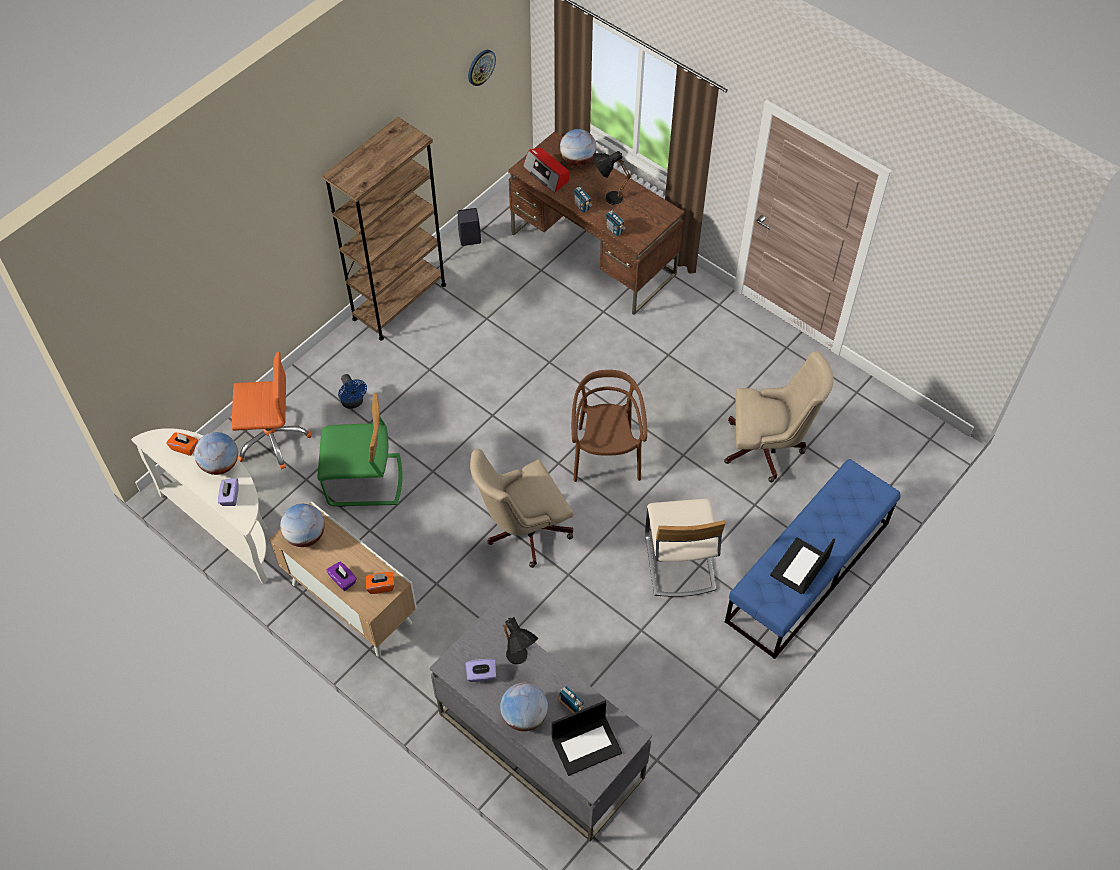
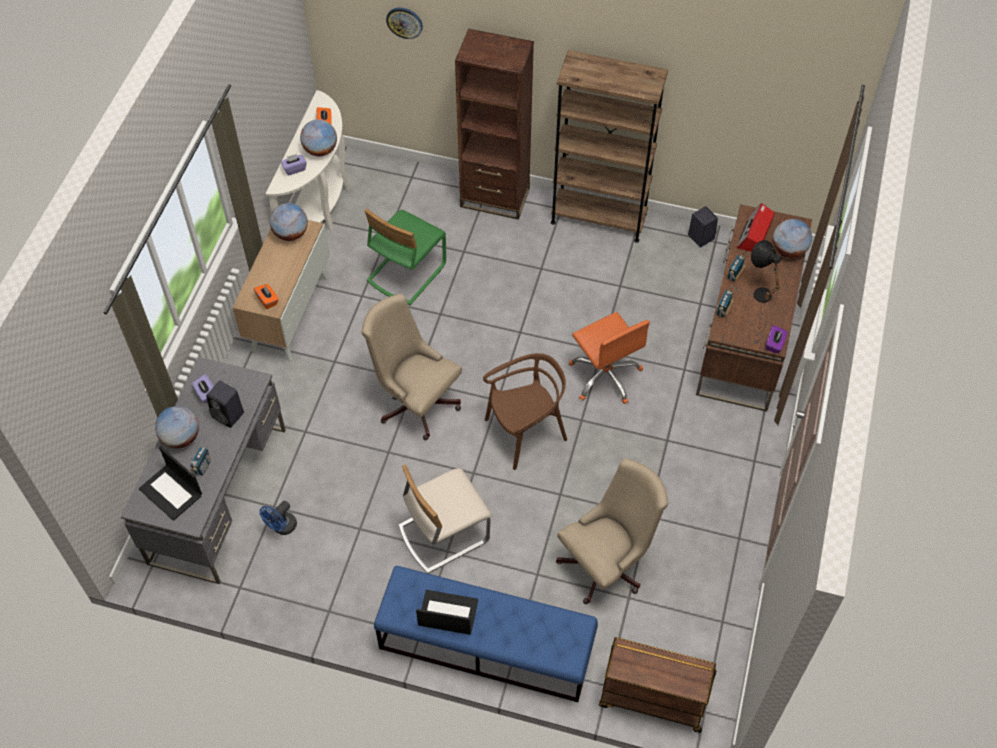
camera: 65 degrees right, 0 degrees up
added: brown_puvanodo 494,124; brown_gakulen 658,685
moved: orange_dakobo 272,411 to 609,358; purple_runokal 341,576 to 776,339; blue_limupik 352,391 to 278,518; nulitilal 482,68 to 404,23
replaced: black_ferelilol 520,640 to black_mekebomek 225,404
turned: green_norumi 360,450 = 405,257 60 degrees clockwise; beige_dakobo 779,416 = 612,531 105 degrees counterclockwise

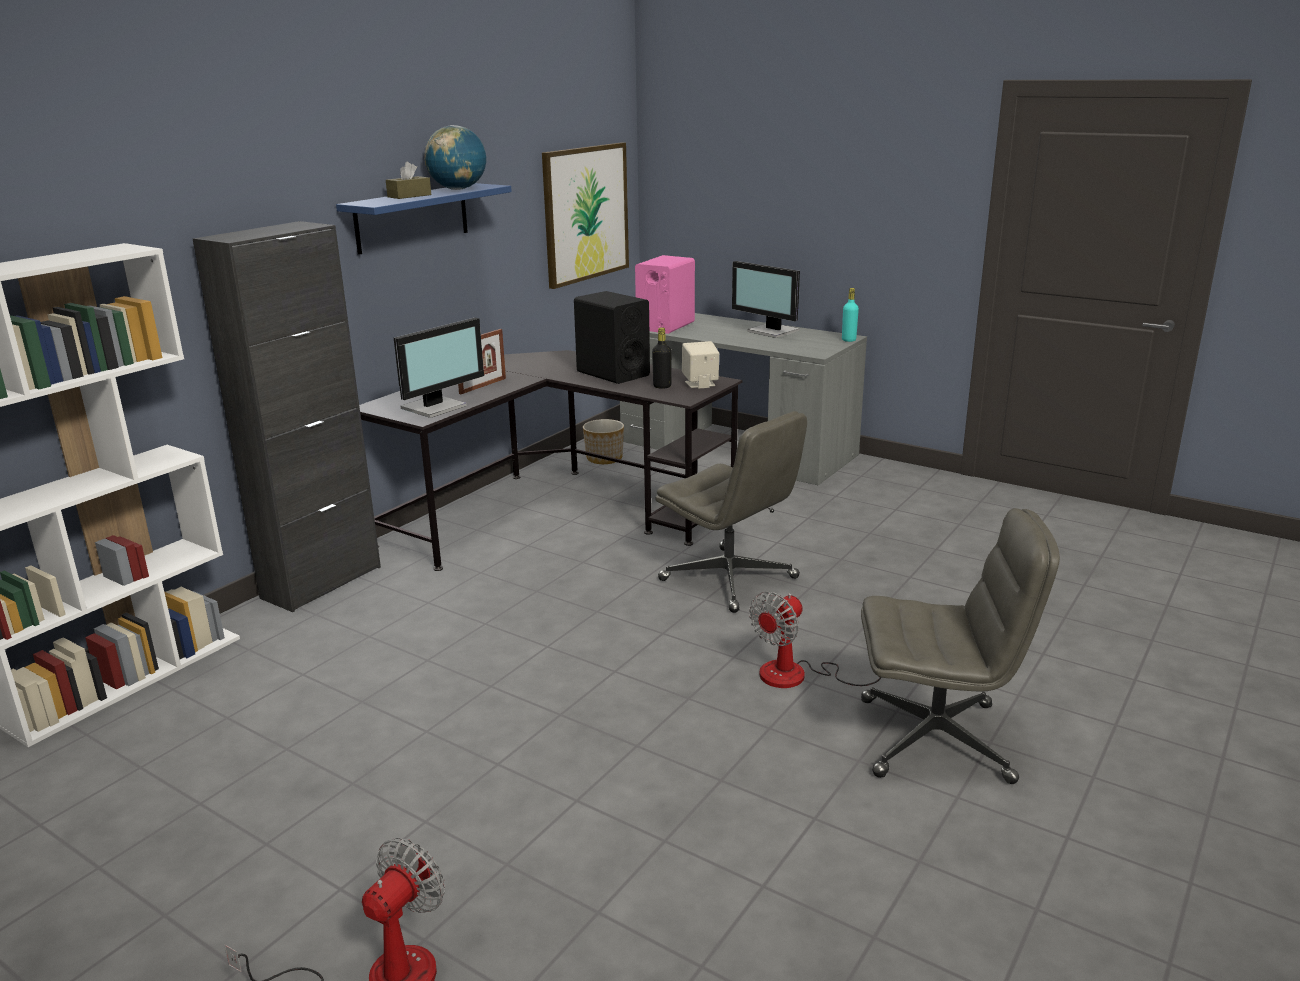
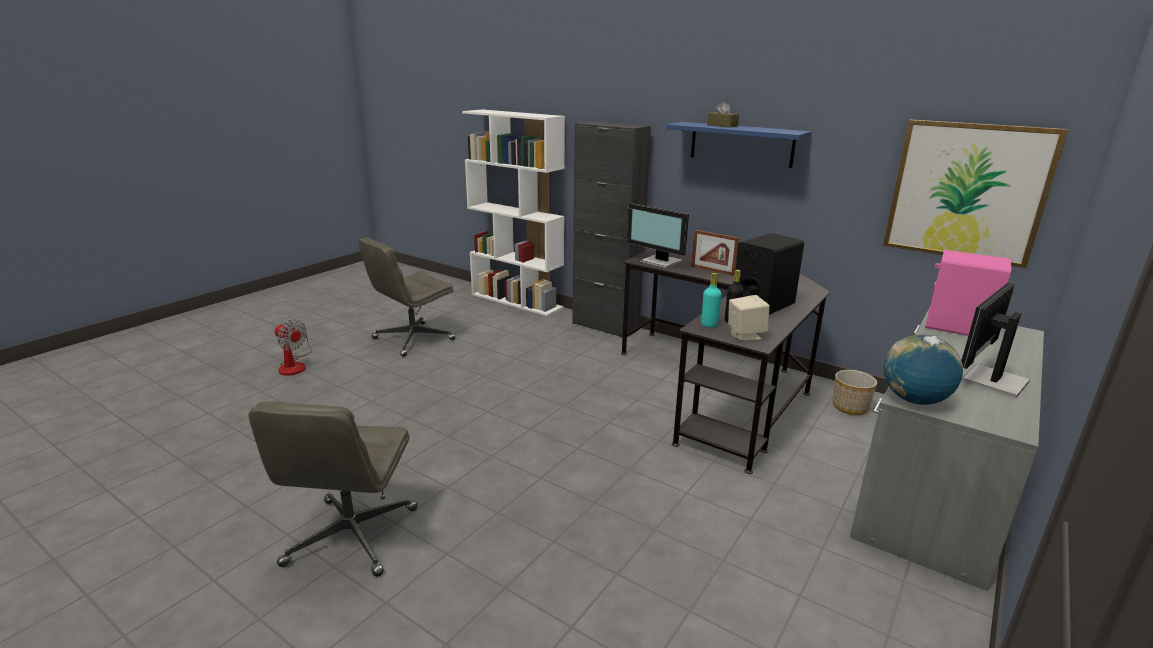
camera: 90 degrees right, 0 degrees up
removed: limupik 815,640
moved: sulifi 455,157 to 923,369; grey_dakobo 731,512 to 406,297; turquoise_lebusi 850,315 to 711,300

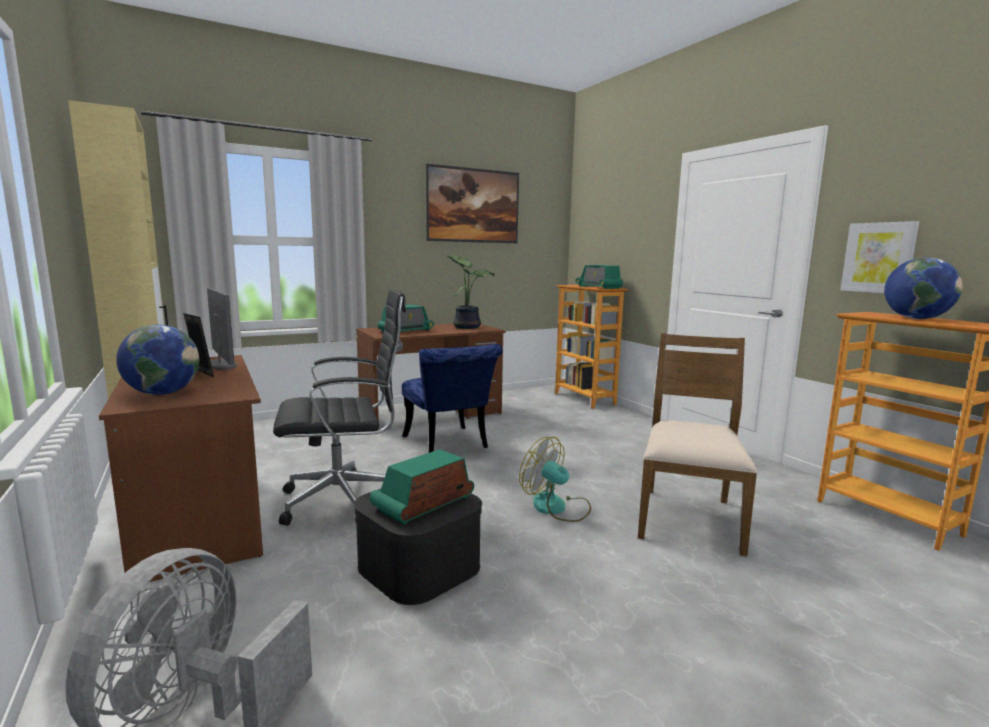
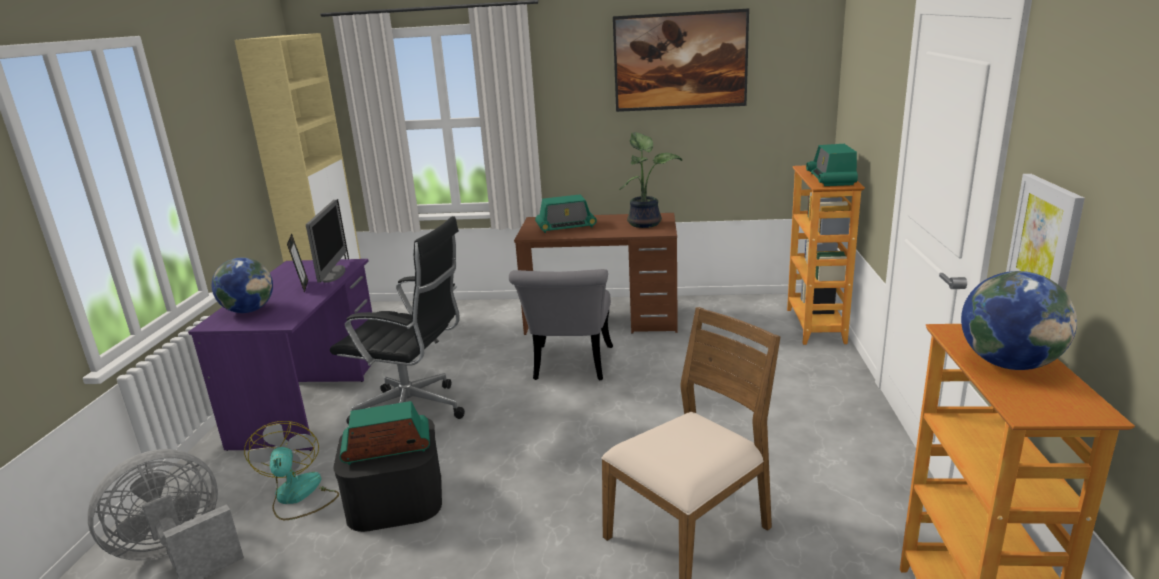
camera: 35 degrees right, 10 degrees up
moved: limupik 555,479 to 291,470
recoloured: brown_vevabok 181,468 to purple_vevabok 280,355; blue_norumi 452,398 to grey_norumi 561,324

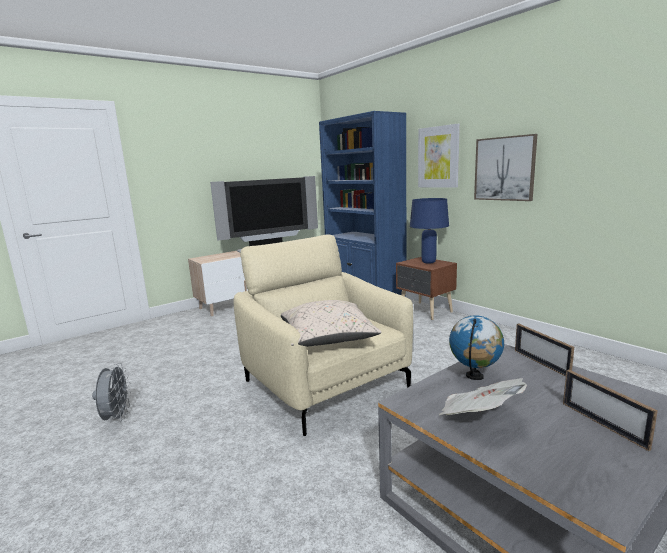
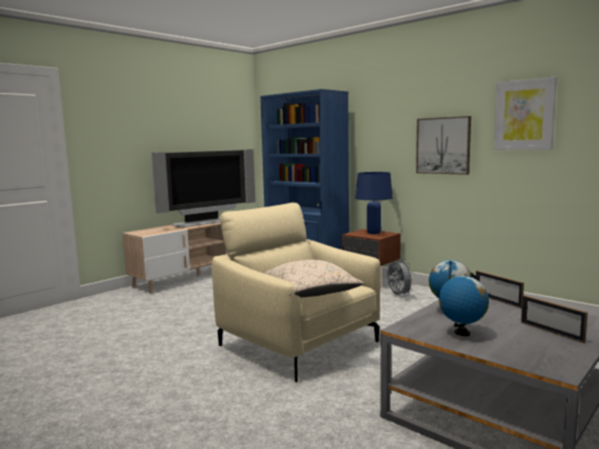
camera: 10 degrees left, 5 degrees down
moved: grey_limupik 111,393 to 401,277; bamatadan 439,156 to 525,113
replaced: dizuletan 483,396 to sulifi 464,304

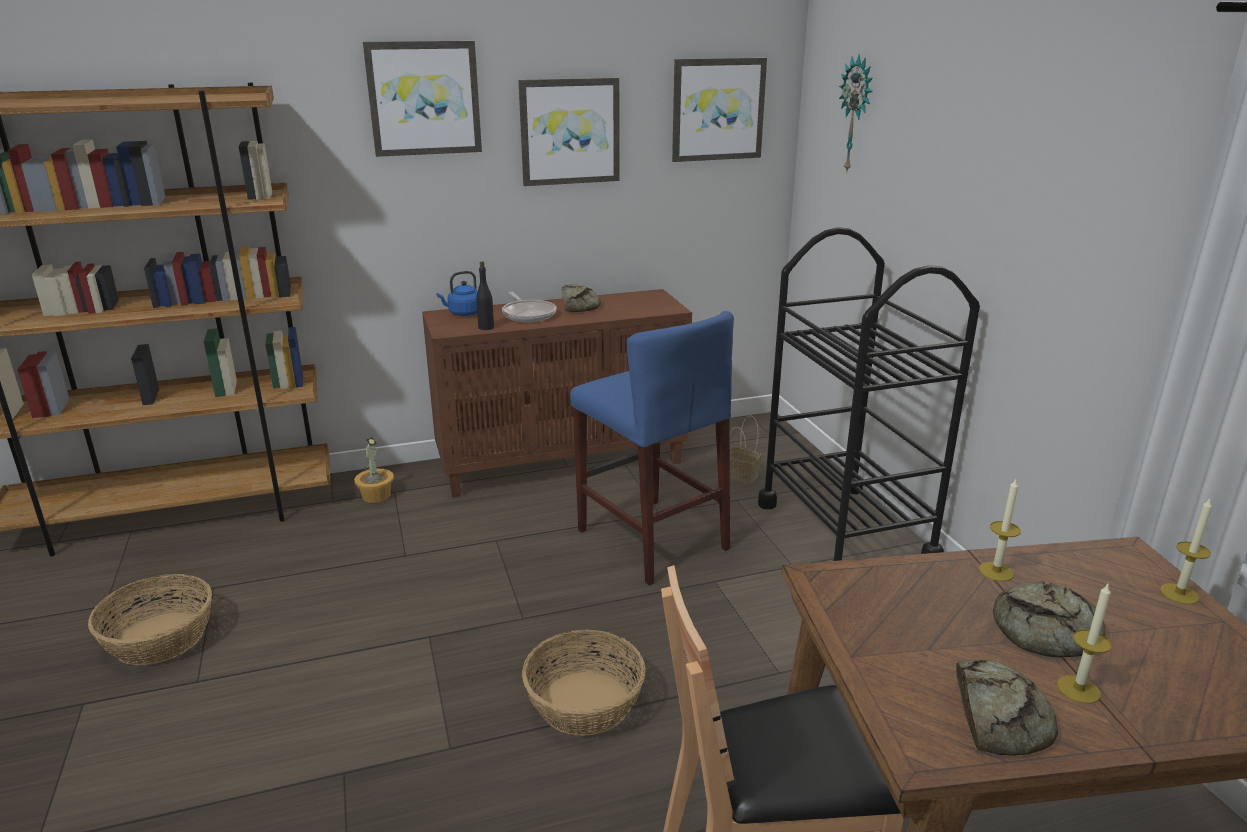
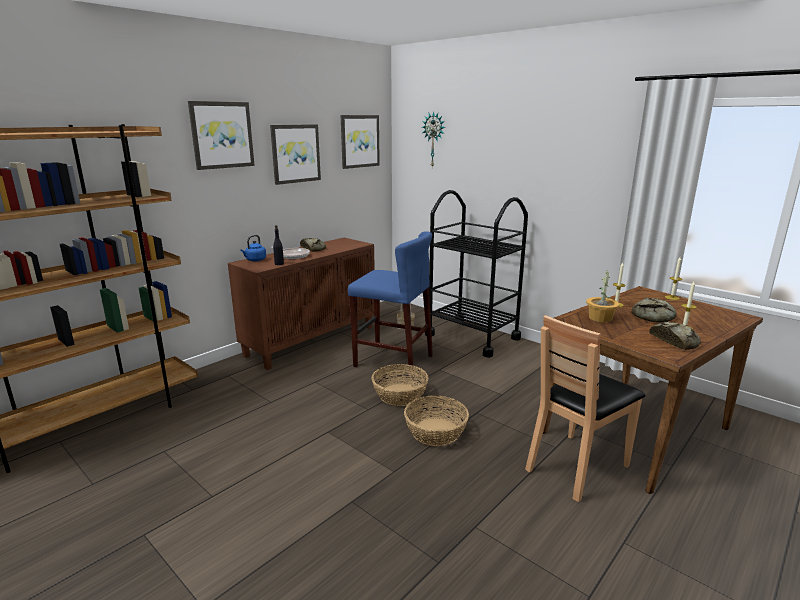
camera: 30 degrees left, 5 degrees down
moved: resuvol 150,619 to 400,385; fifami 374,470 to 602,296

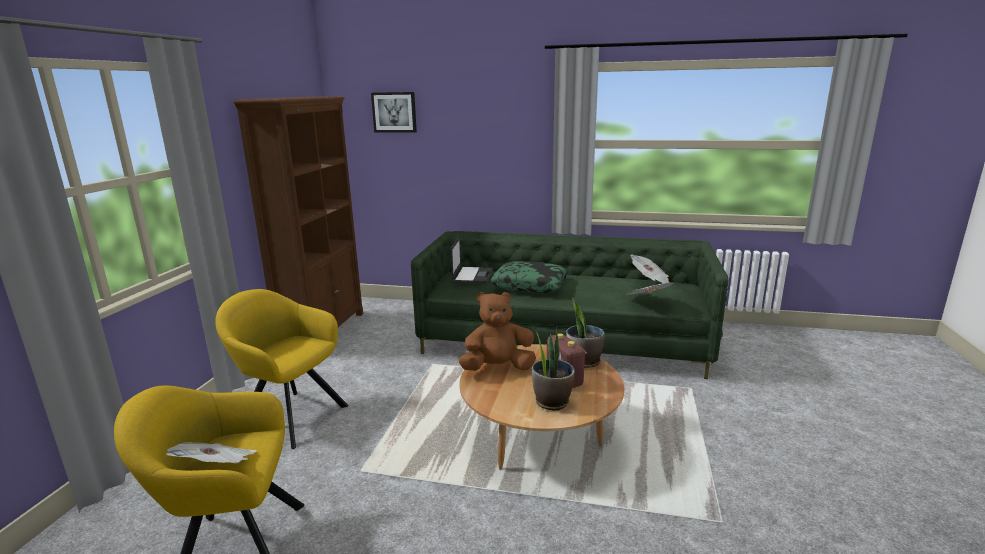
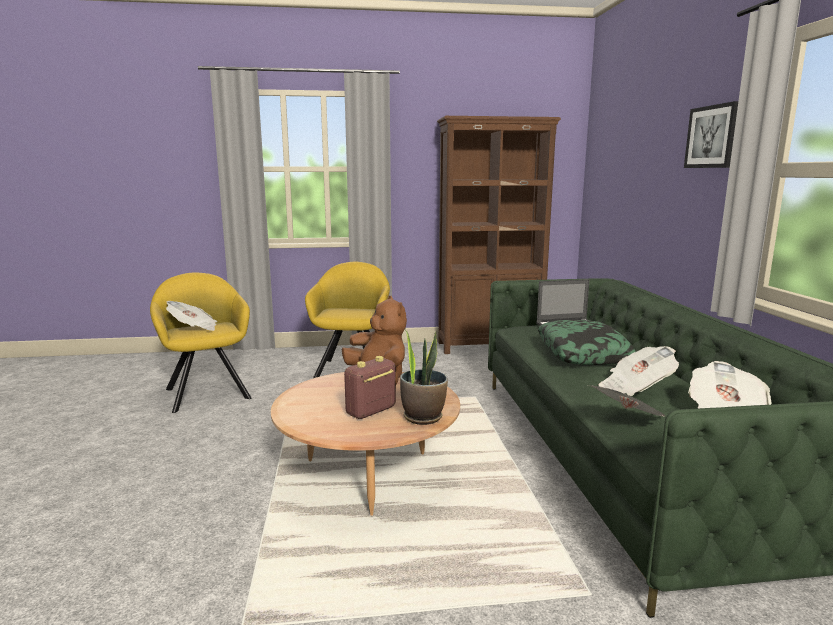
camera: 70 degrees right, 5 degrees down
removed: fifami 553,369
added: dizuletan 638,371
moved: bamatadan 394,112 to 711,134

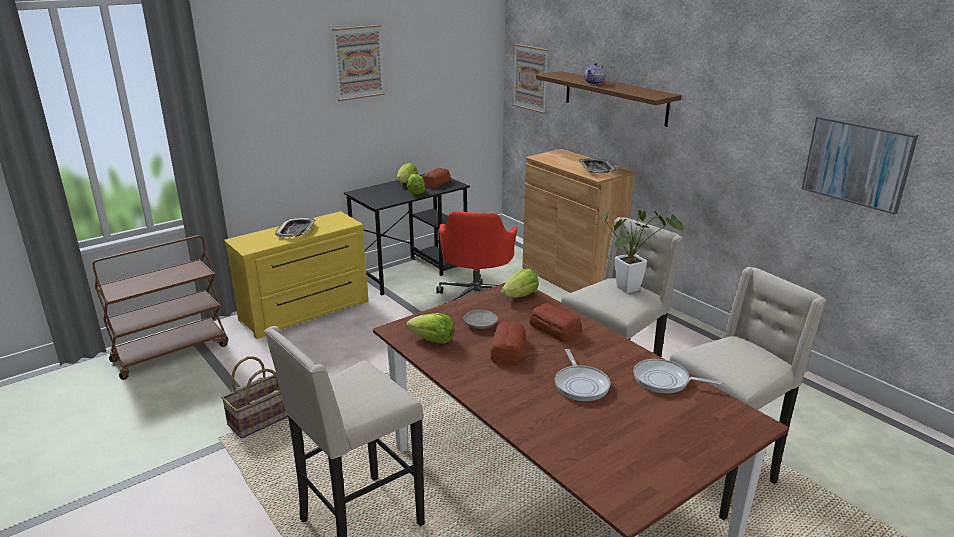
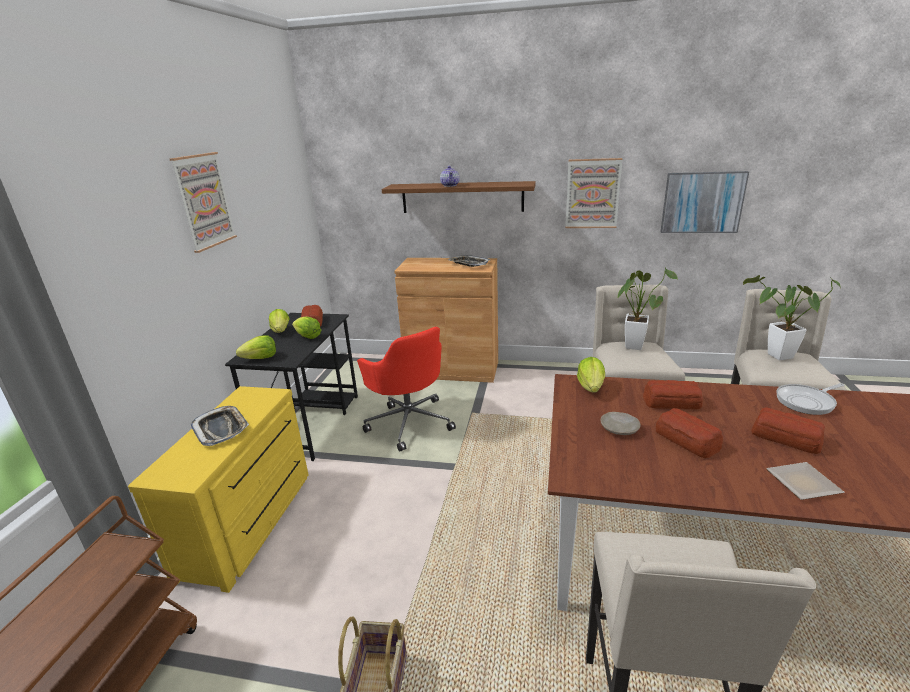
camera: 40 degrees left, 0 degrees up
added: fifami 792,317; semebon 805,481
moved: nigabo 430,328 to 256,347; bamatadan 530,79 to 594,193
replaced: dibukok 583,375 to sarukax 788,430

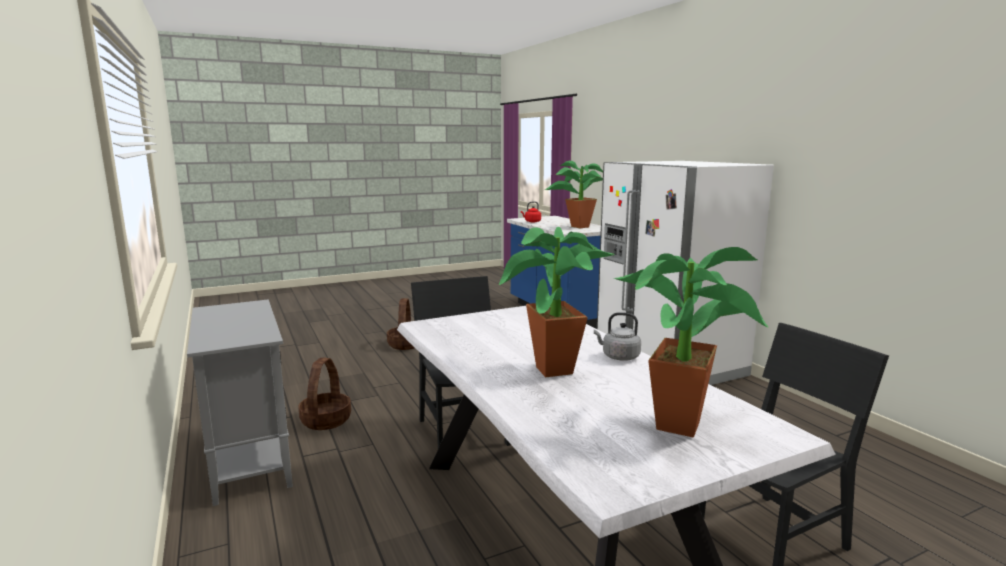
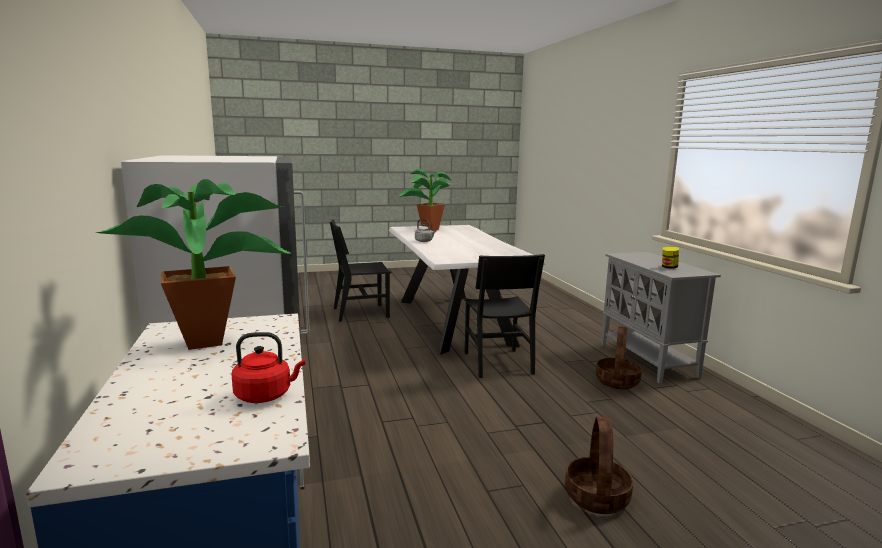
camera: 170 degrees left, 0 degrees up
removed: fifami 557,302
added: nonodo 670,257

